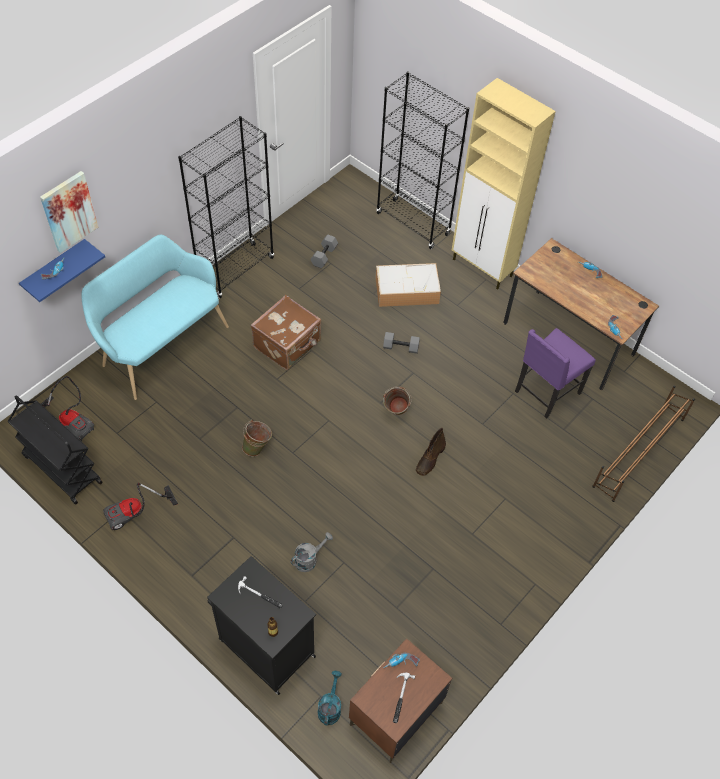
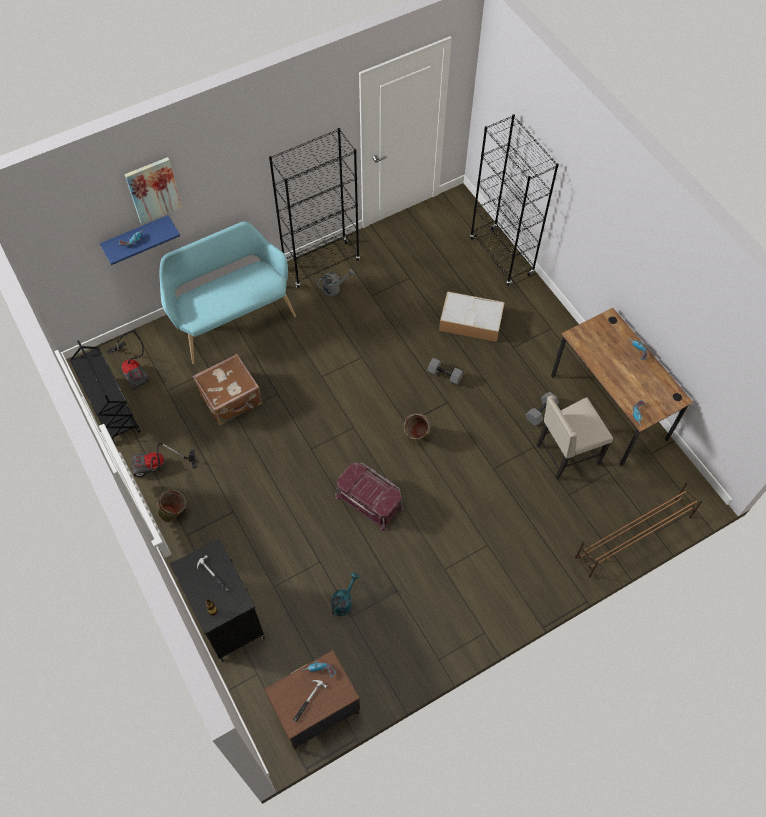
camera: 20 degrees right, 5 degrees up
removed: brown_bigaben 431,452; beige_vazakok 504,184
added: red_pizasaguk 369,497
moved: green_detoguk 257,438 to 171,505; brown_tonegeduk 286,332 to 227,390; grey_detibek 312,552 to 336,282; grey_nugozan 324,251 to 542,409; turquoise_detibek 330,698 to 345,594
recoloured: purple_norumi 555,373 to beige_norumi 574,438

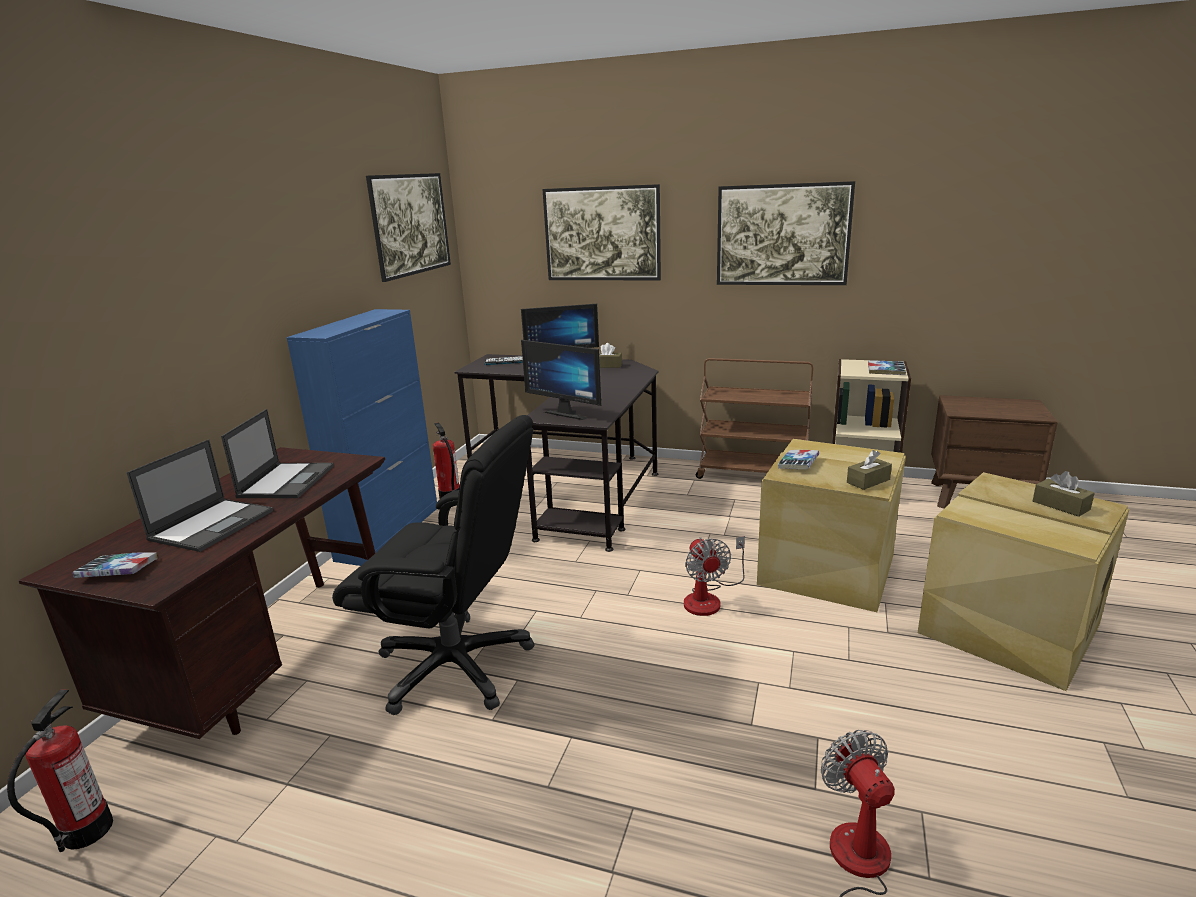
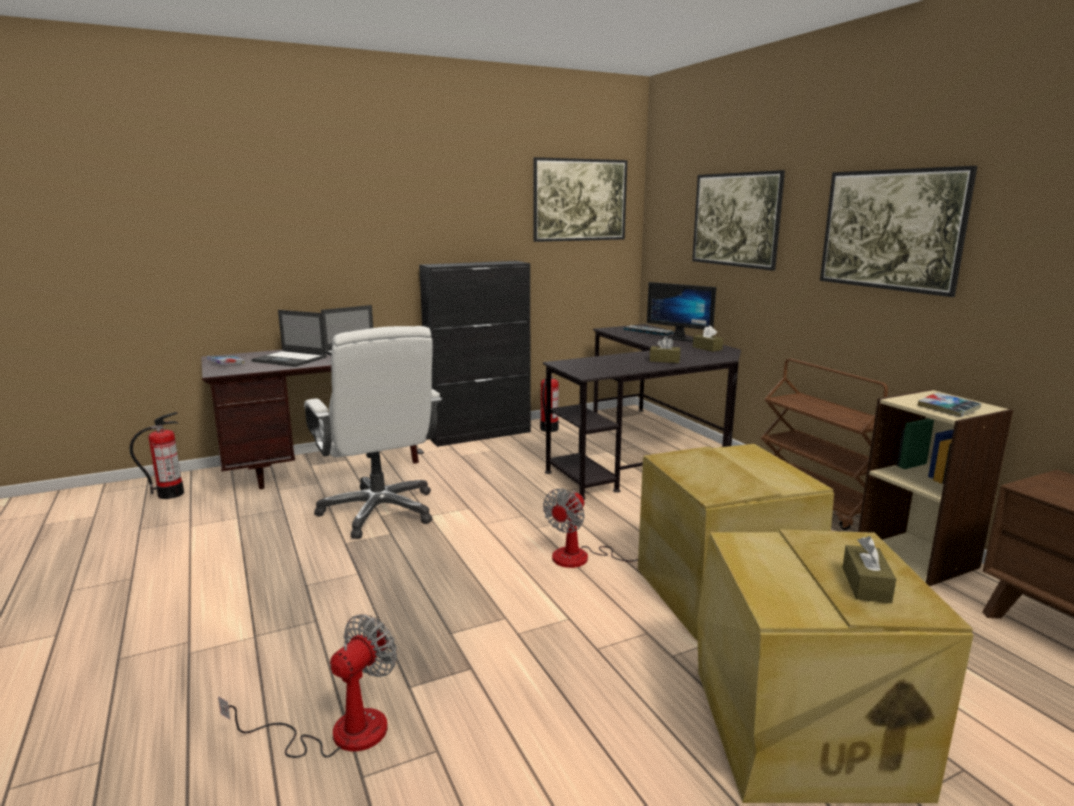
camera: 45 degrees right, 5 degrees down
removed: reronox 561,380; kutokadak 798,459
moved: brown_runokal 869,470 to 665,349
recoloured: blue_vazakok 361,437 to black_vazakok 475,354; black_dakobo 433,565 to white_dakobo 373,432
turned: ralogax 199,495 = 289,338 45 degrees clockwise

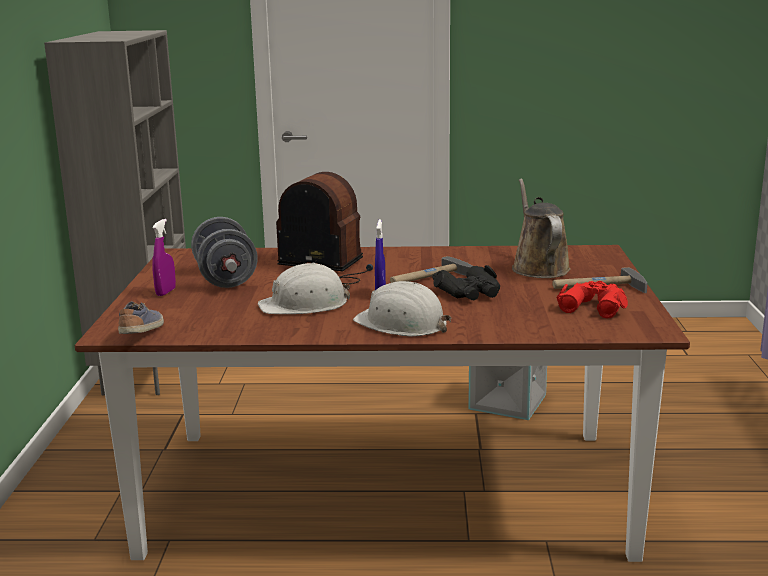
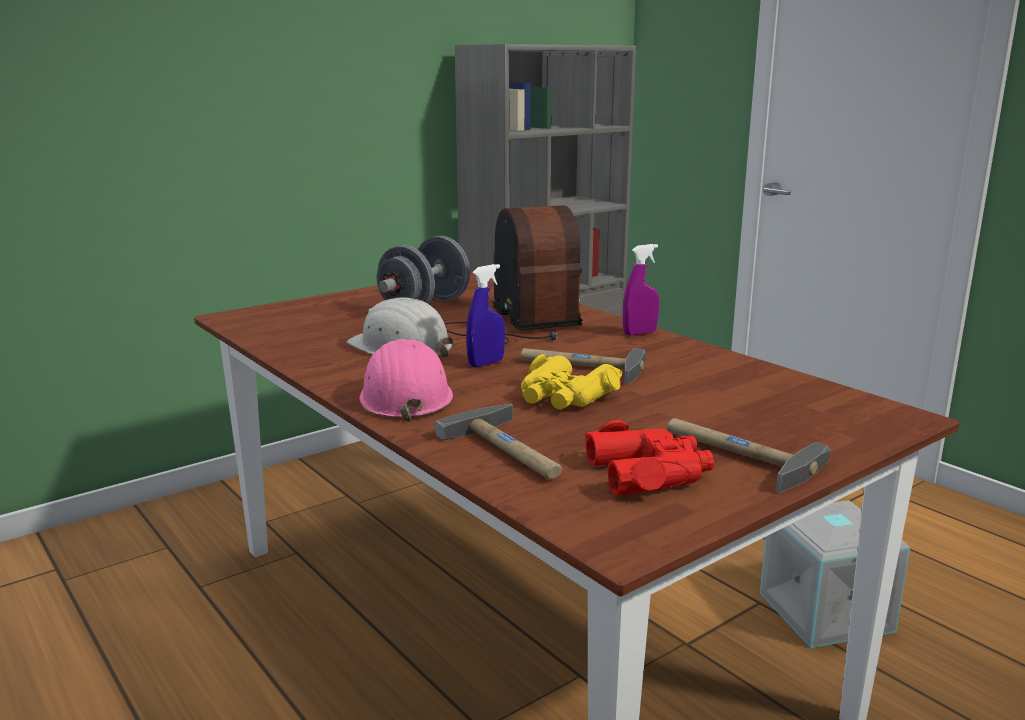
camera: 50 degrees right, 0 degrees up
removed: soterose 141,317; brown_detibek 541,228
added: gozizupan 498,442
moved: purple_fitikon 164,257 to 641,290
recoloured: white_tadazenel 402,308 to pink_tadazenel 406,380; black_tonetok 466,282 to yellow_tonetok 571,381

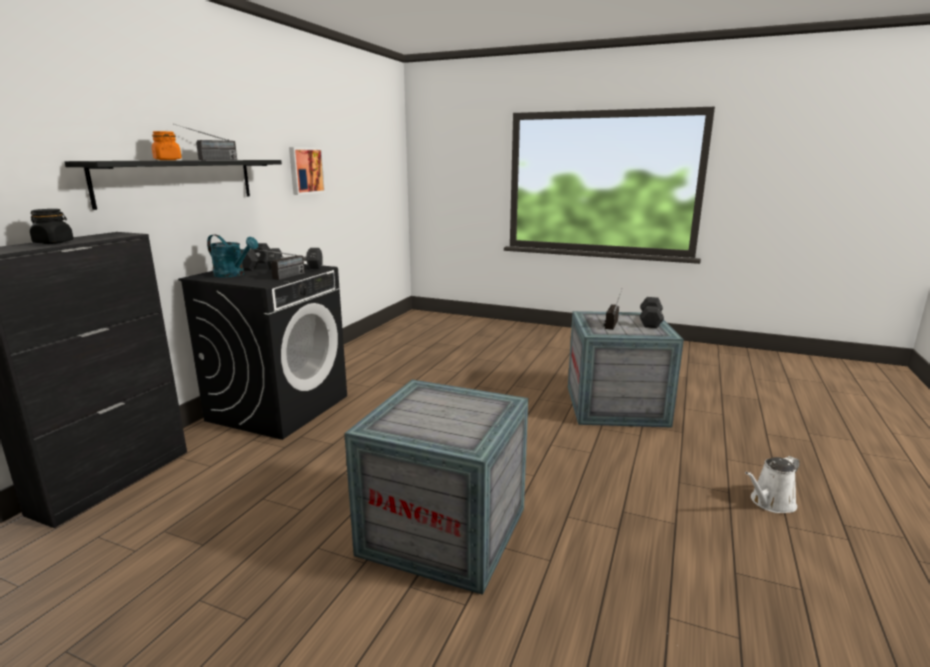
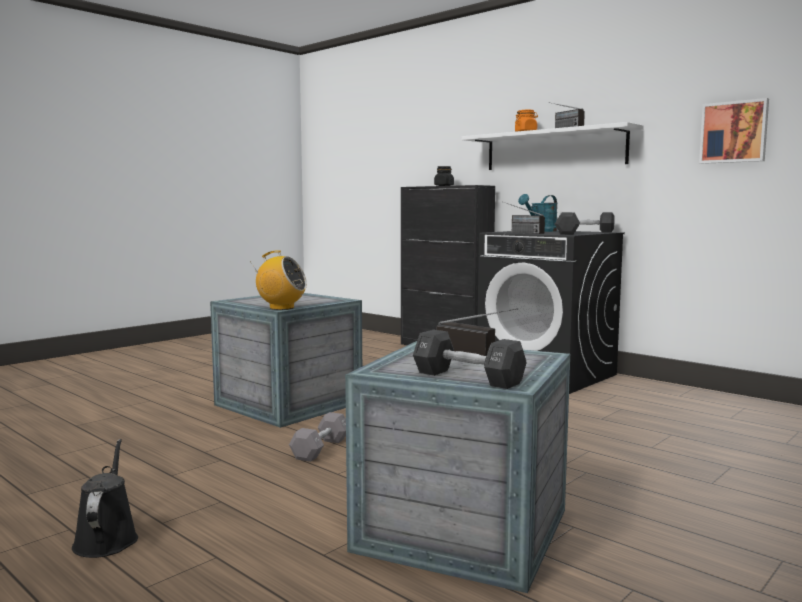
camera: 110 degrees right, 10 degrees down
added: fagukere 278,280; grey_nugozan 317,437
recoloured: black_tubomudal 173,185 to white_tubomudal 553,146; white_detibek 772,484 to black_detibek 105,498

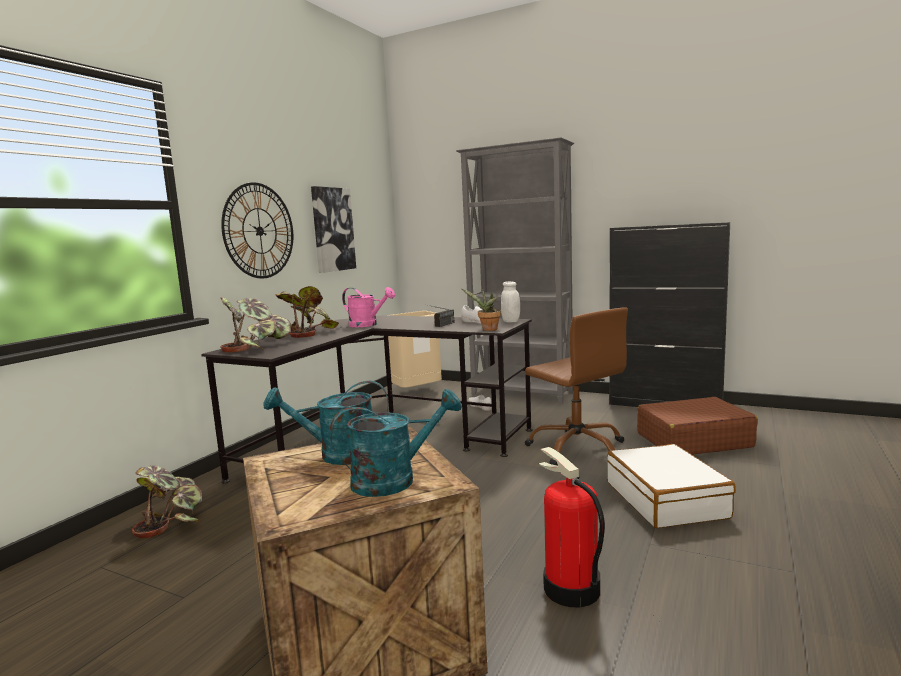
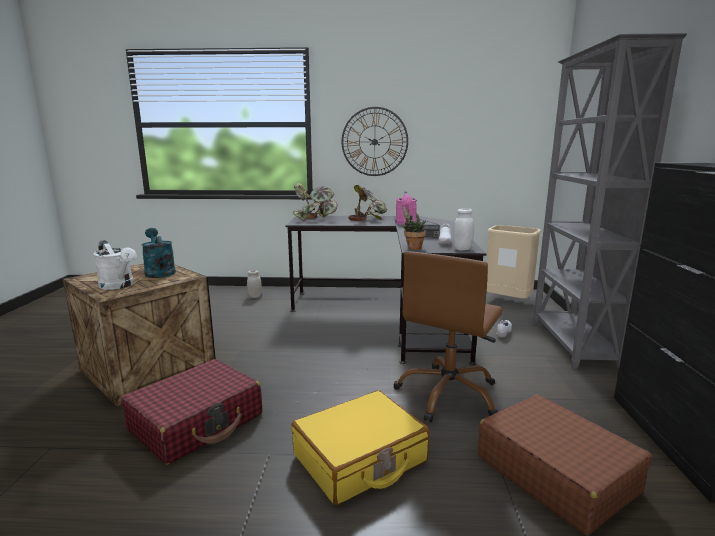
camera: 65 degrees right, 5 degrees up
removed: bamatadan 333,229
replaced: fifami 167,501 to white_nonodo 254,284; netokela 572,527 to red_tonegeduk 191,412
recoloured: turquoise_detibek 396,443 to white_detibek 114,265; white_tonegeduk 671,486 to yellow_tonegeduk 360,447

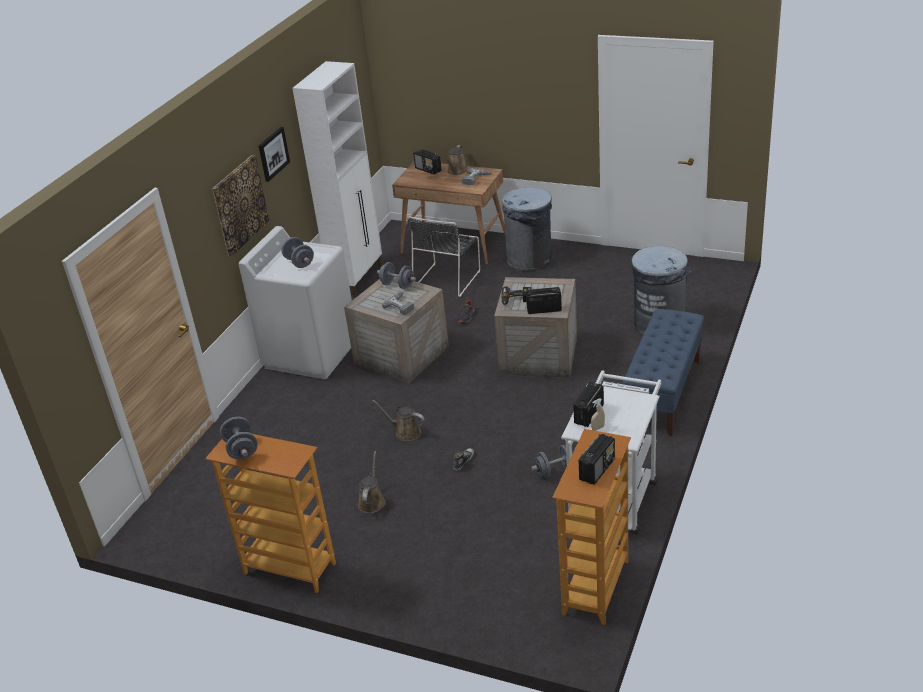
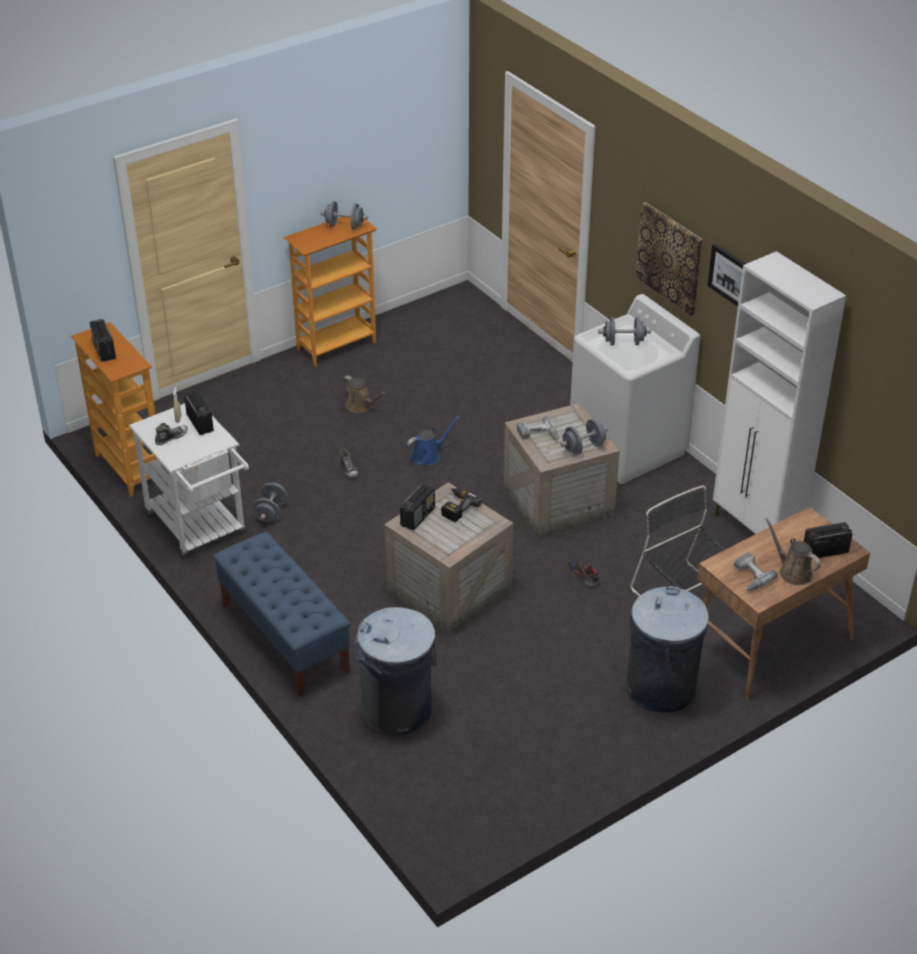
camera: 120 degrees right, 5 degrees up
added: soterose 171,434
recoloured: brown_detibek 398,420 to blue_detibek 433,440

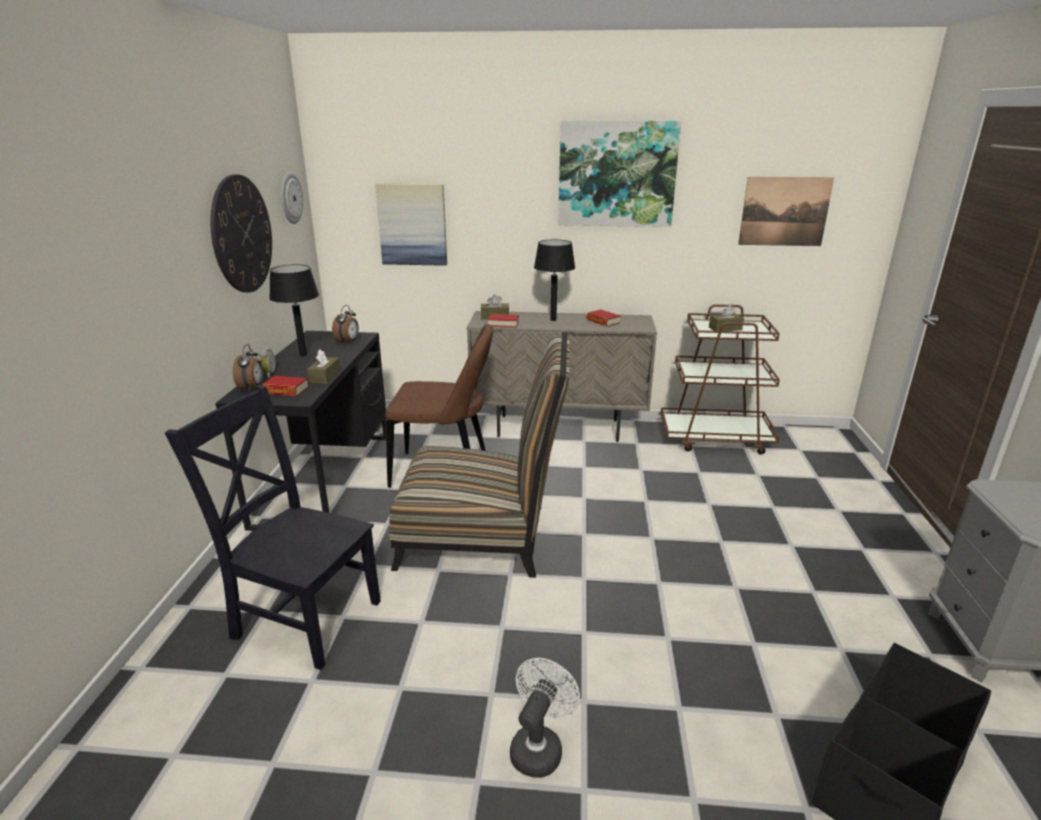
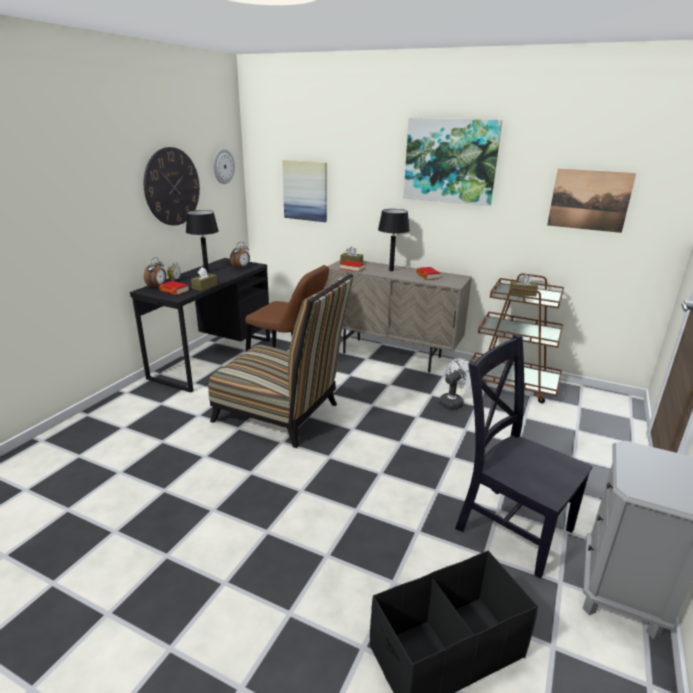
camera: 20 degrees right, 0 degrees up
moved: black_norumi 273,527 to 524,456; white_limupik 545,718 to 455,384

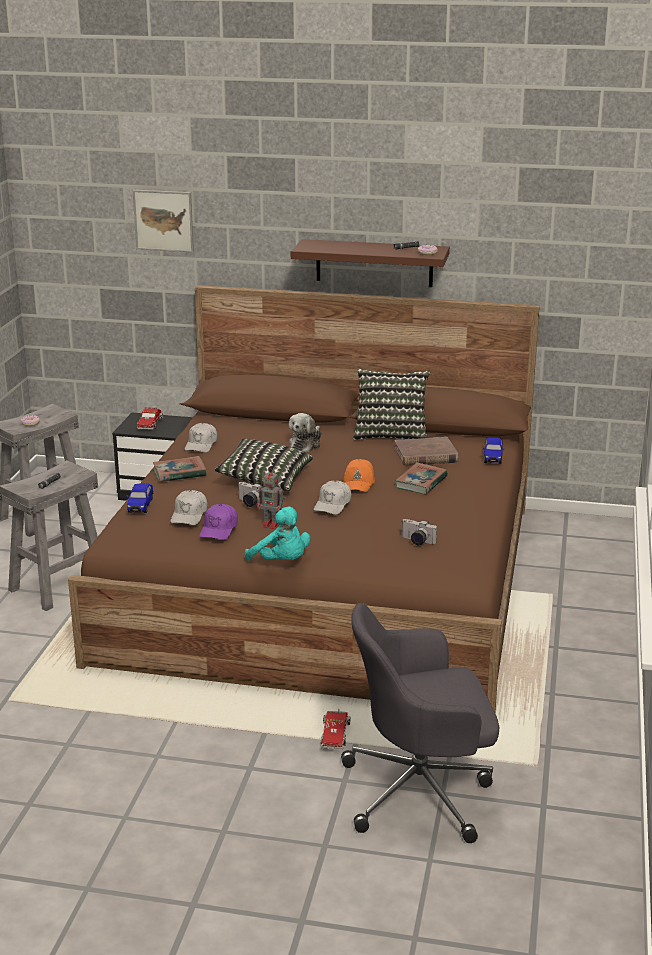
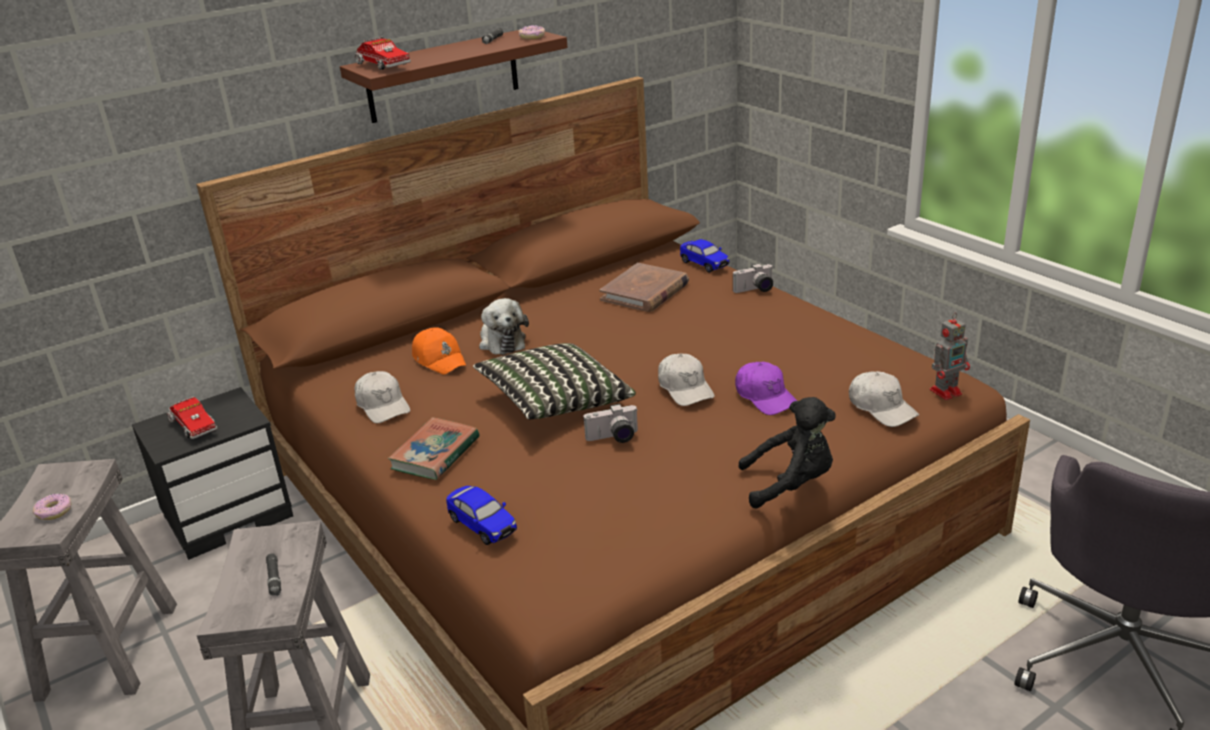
camera: 45 degrees left, 5 degrees up
removed: bamatadan 163,221; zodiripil 391,404; kutokadak 421,478
moved: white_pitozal 188,507 to 884,399; purple_pitozal 218,522 to 766,388; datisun 271,500 to 950,356; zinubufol 336,729 to 383,53; orange_pitozal 359,475 to 439,351; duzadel 419,532 to 753,278
recoloured: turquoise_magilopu 277,533 to black_magilopu 787,453

